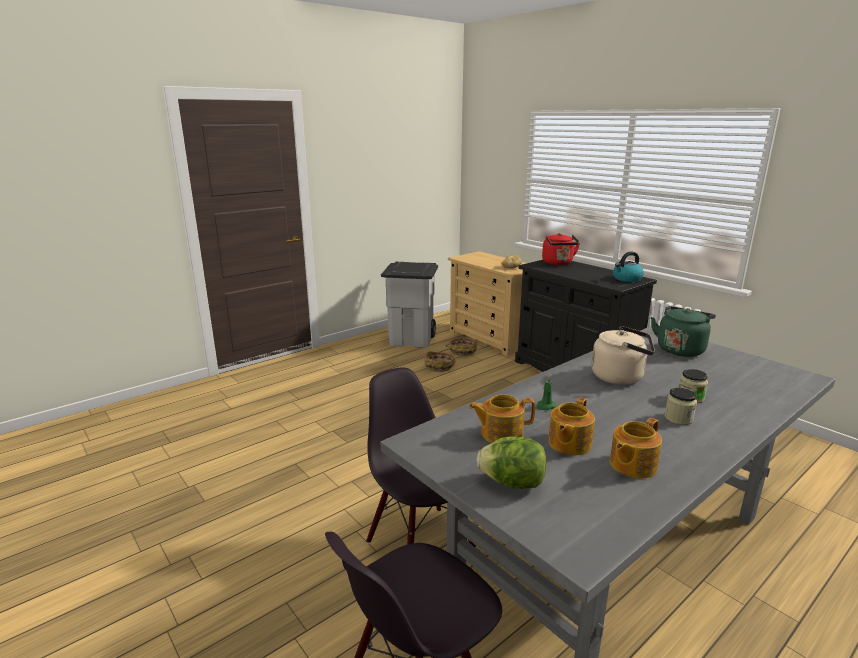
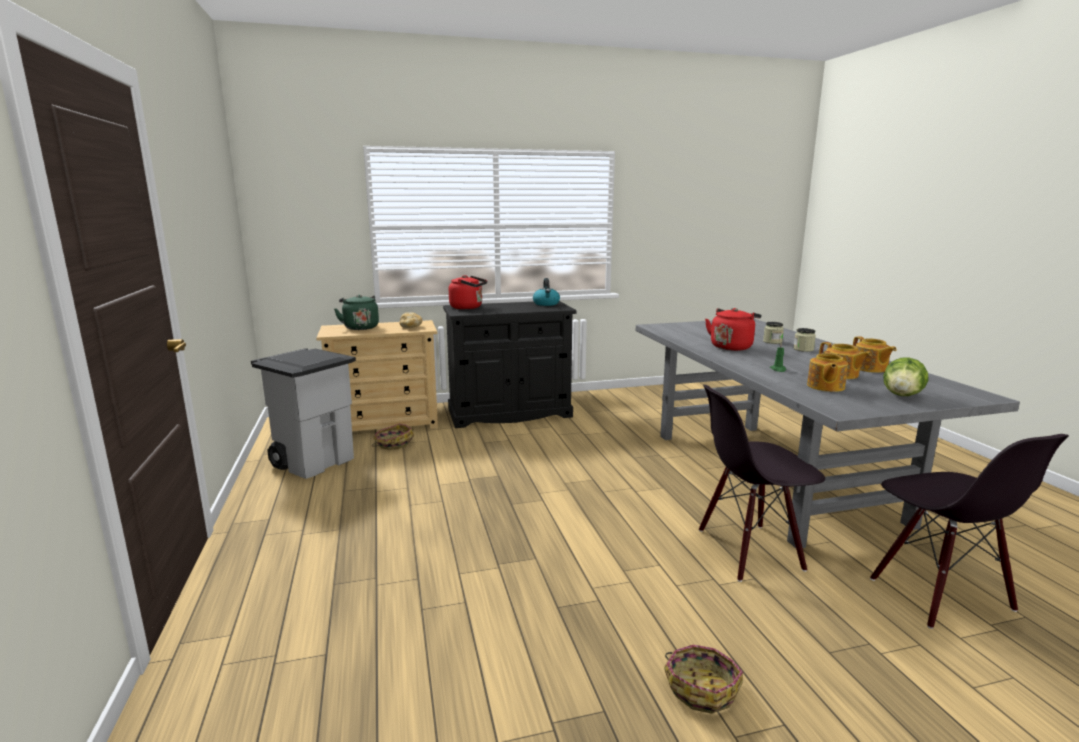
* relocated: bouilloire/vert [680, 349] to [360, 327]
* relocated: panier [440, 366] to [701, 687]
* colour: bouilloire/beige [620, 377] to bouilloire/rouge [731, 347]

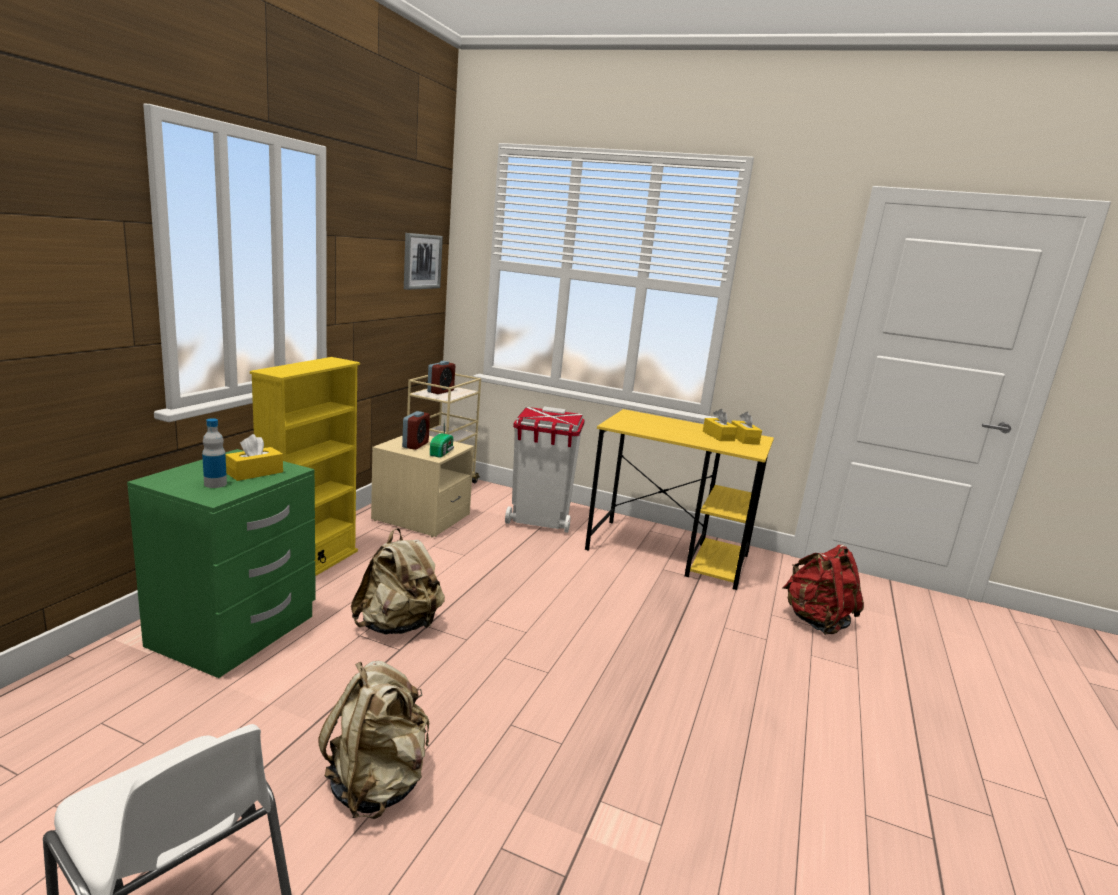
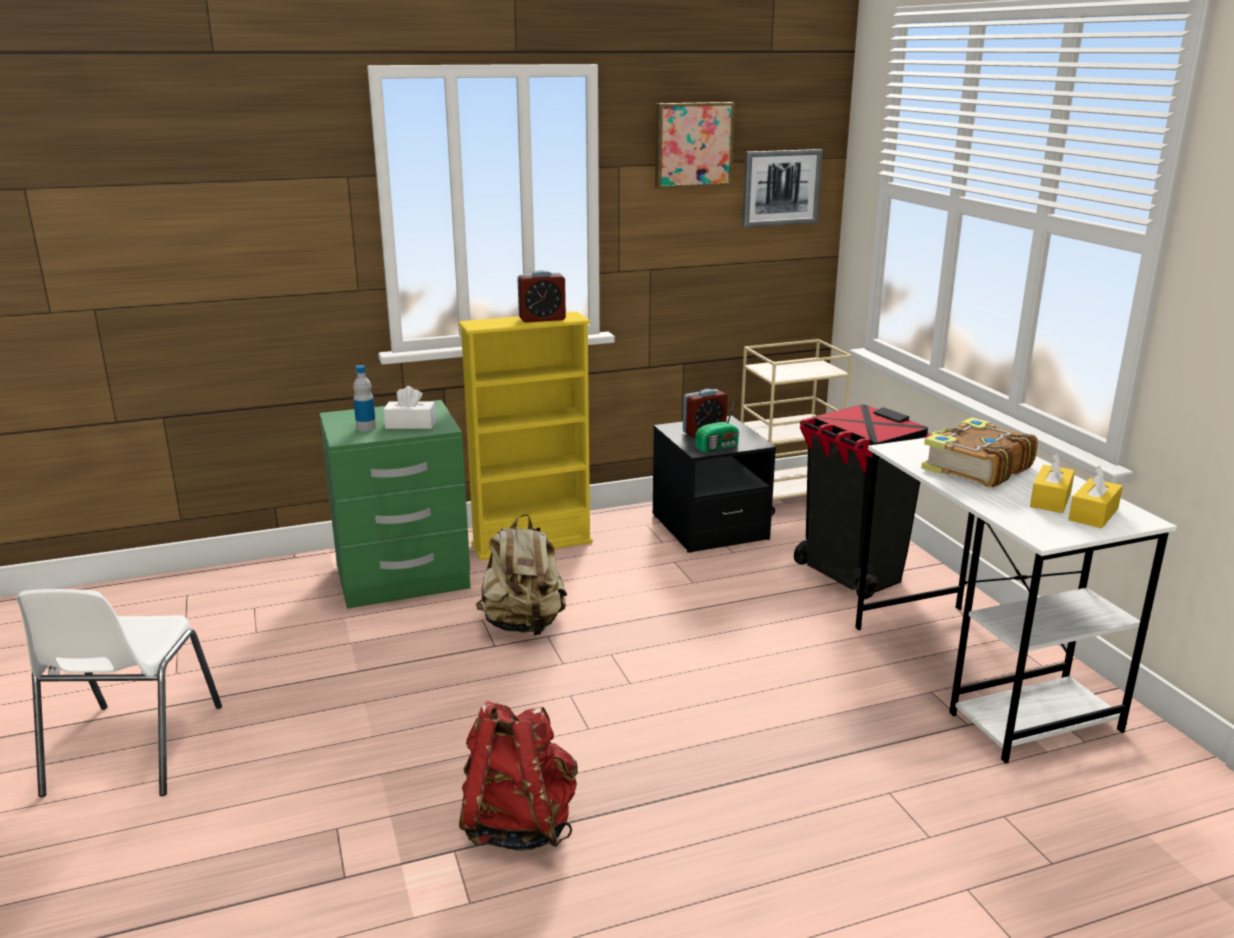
* colour: boîte à mouchoirs/jaune [255, 473] to boîte à mouchoirs/blanc [410, 424]
* relocated: sac à dos/rouge [816, 621] to [519, 825]
* relocated: réveil [440, 391] to [542, 319]
* colour: table de chevet/beige [421, 517] to table de chevet/noir [709, 527]
* appeared: tableau [692, 144]
* colour: poubelle/blanc [540, 521] to poubelle/noir [851, 575]
* colour: bureau/jaune [668, 553] to bureau/blanc [980, 676]
* appeared: livre [975, 468]
* missing: sac à dos/beige [377, 783]

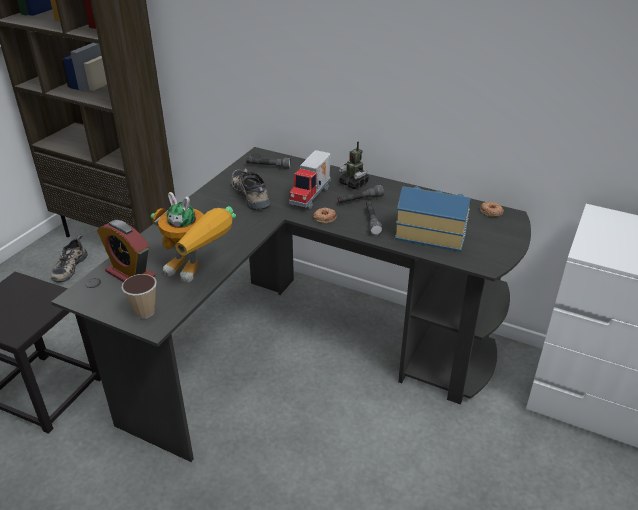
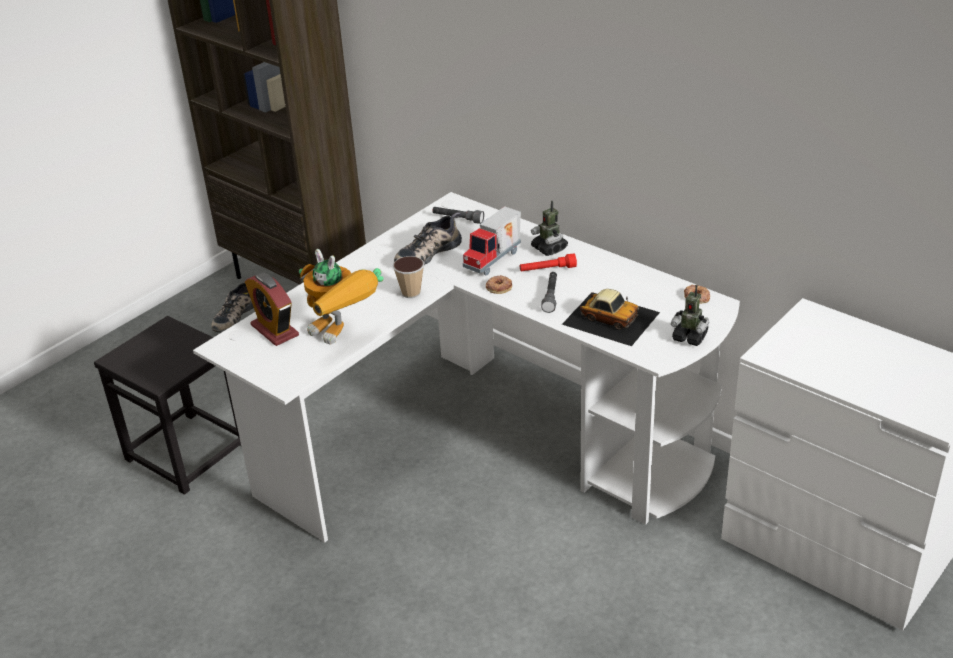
* colour: bureau/noir [306, 349] to bureau/blanc [483, 442]
* relocated: tasse [144, 312] to [411, 293]
* spun: chaussure [252, 194] = [427, 252] 120 degrees counterclockwise
* colour: lampe de poche/gris [359, 200] to lampe de poche/rouge [547, 270]
* exchanged: maison miniature [430, 234] to petite voiture [610, 318]
* appeared: robot jouet [690, 337]

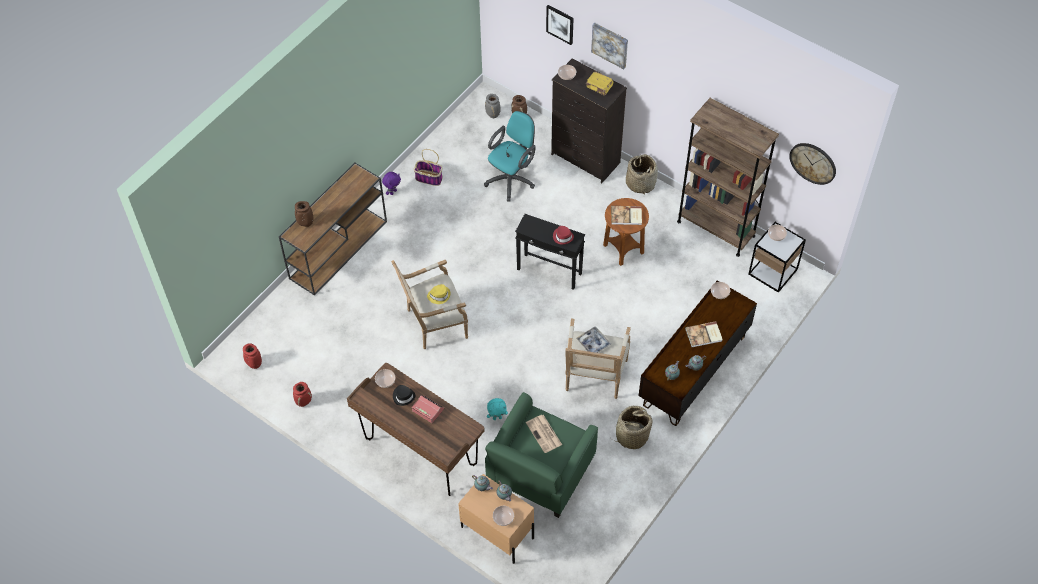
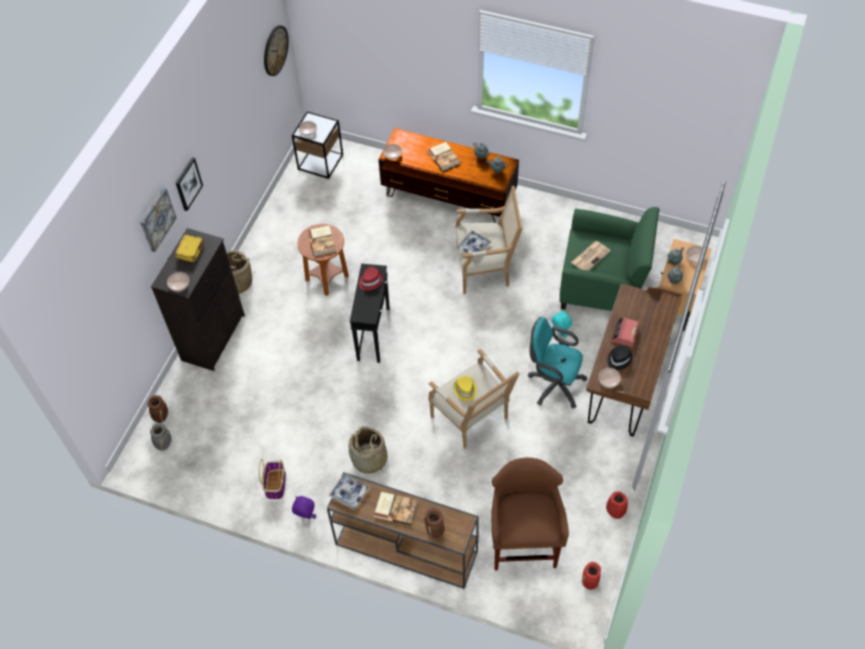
* relocated: tableau [560, 24] to [188, 183]
* appeared: plateau [350, 493]
* relocated: panier [631, 436] to [369, 459]
* appeared: livre [395, 508]
* appeared: tabouret/marron [523, 541]
* relocated: chaise de bureau/turquoise [512, 179] to [553, 384]
* missing: bibliothèque/marron [716, 228]

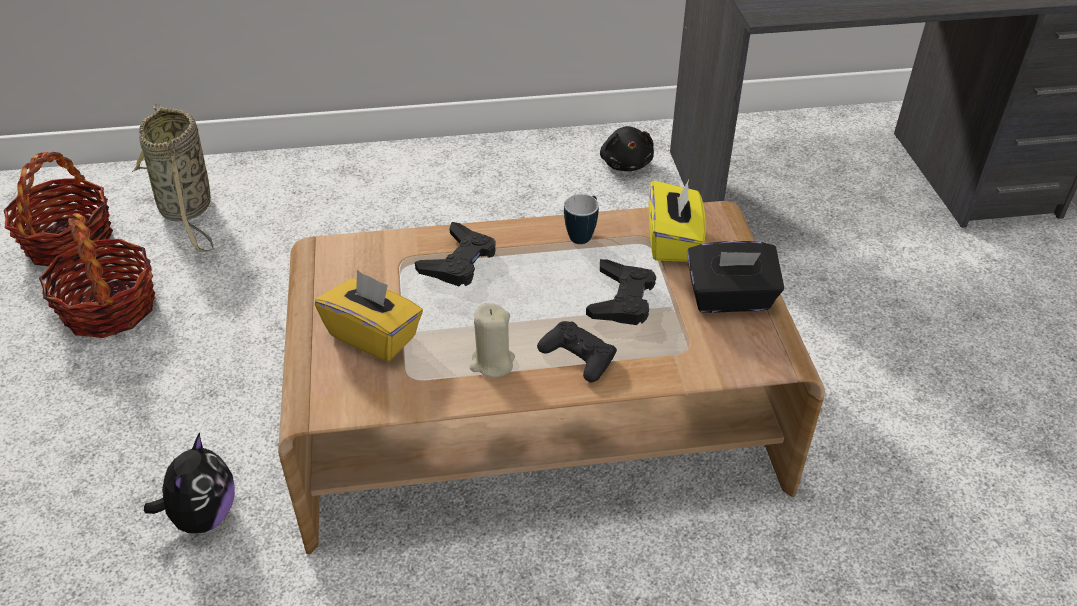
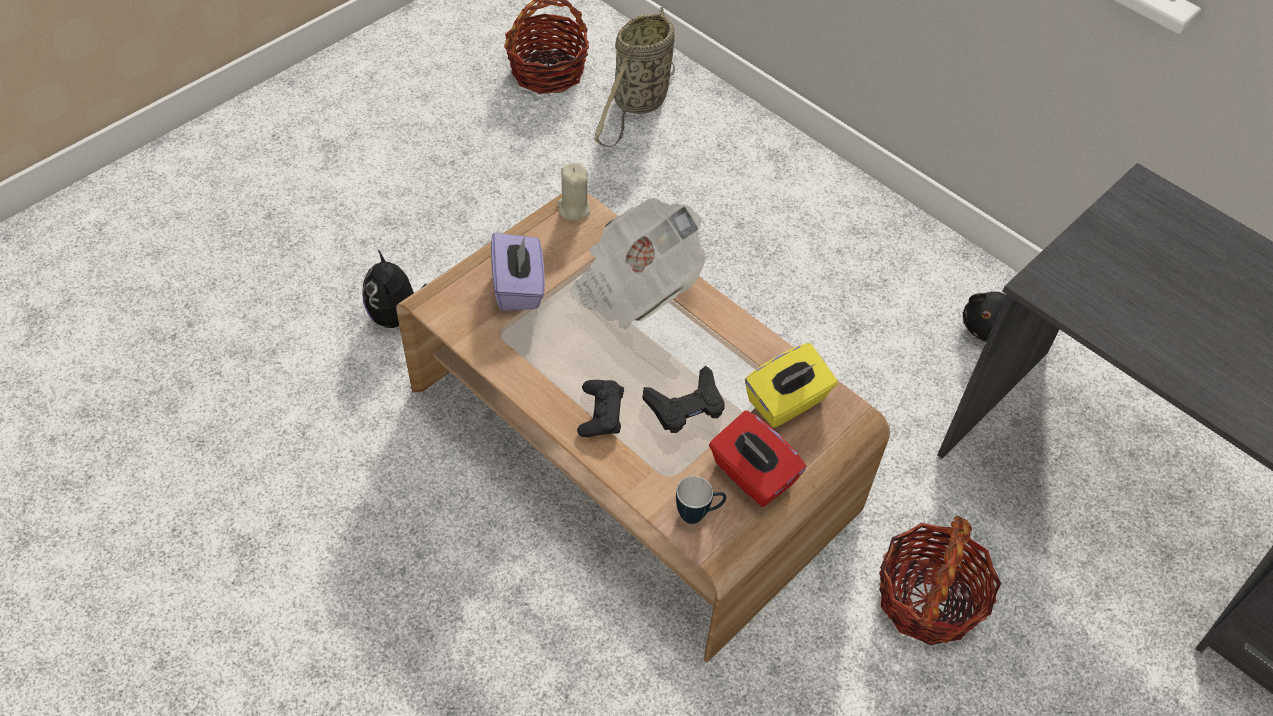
* spun: peluche [203, 515] = [396, 316] 105 degrees clockwise
* colour: boîte à mouchoirs/jaune [374, 336] to boîte à mouchoirs/violet [519, 287]
* relocated: bougie/beige [492, 363] to [573, 209]
* exchanged: manette/noir [459, 261] to journal [635, 286]
* relocated: mug [583, 235] to [698, 514]
* colour: boîte à mouchoirs/noir [730, 299] to boîte à mouchoirs/rouge [752, 475]
* relocated: panier [110, 308] to [928, 600]

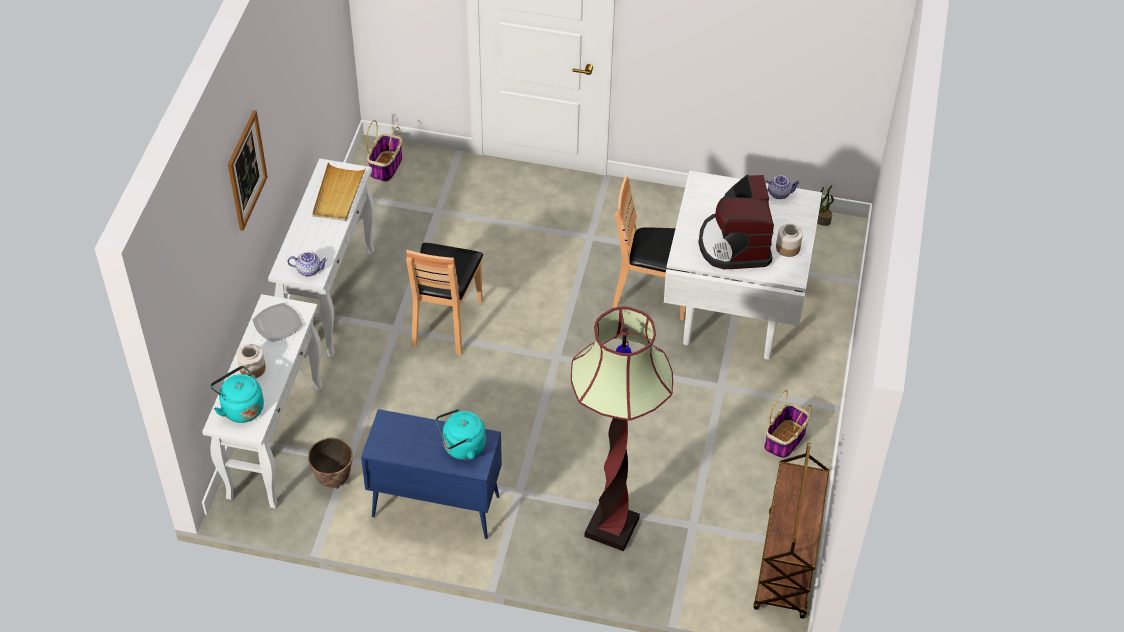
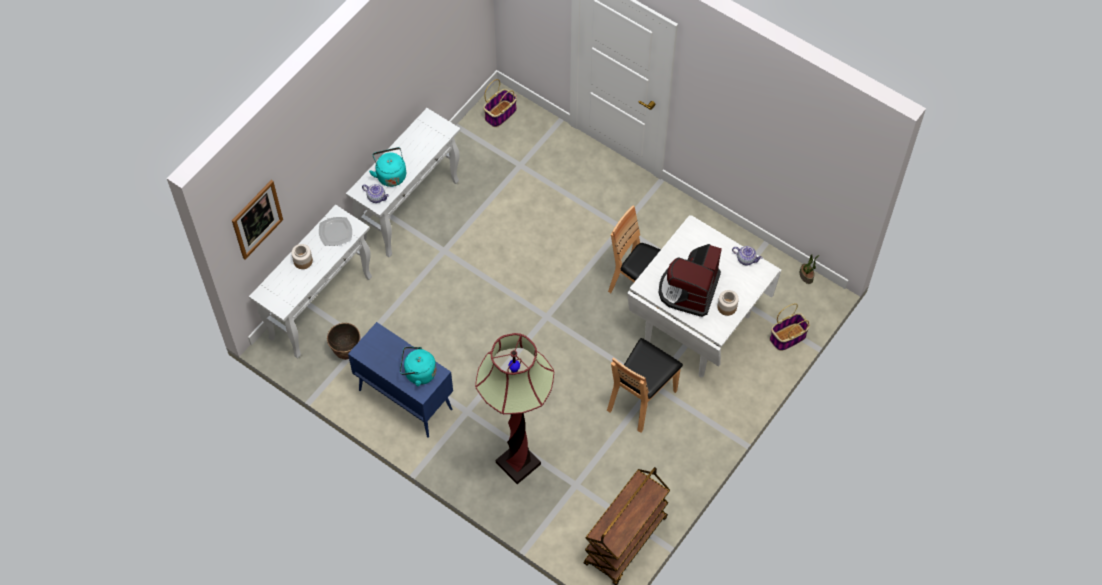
* relocated: tableau [246, 170] to [257, 219]
* relocated: bouilloire/turquoise [241, 407] to [390, 174]
* relocated: chaise/marron [445, 322] to [641, 399]
* relocated: panier [784, 440] to [787, 337]
* missing: plateau/beige [338, 194]

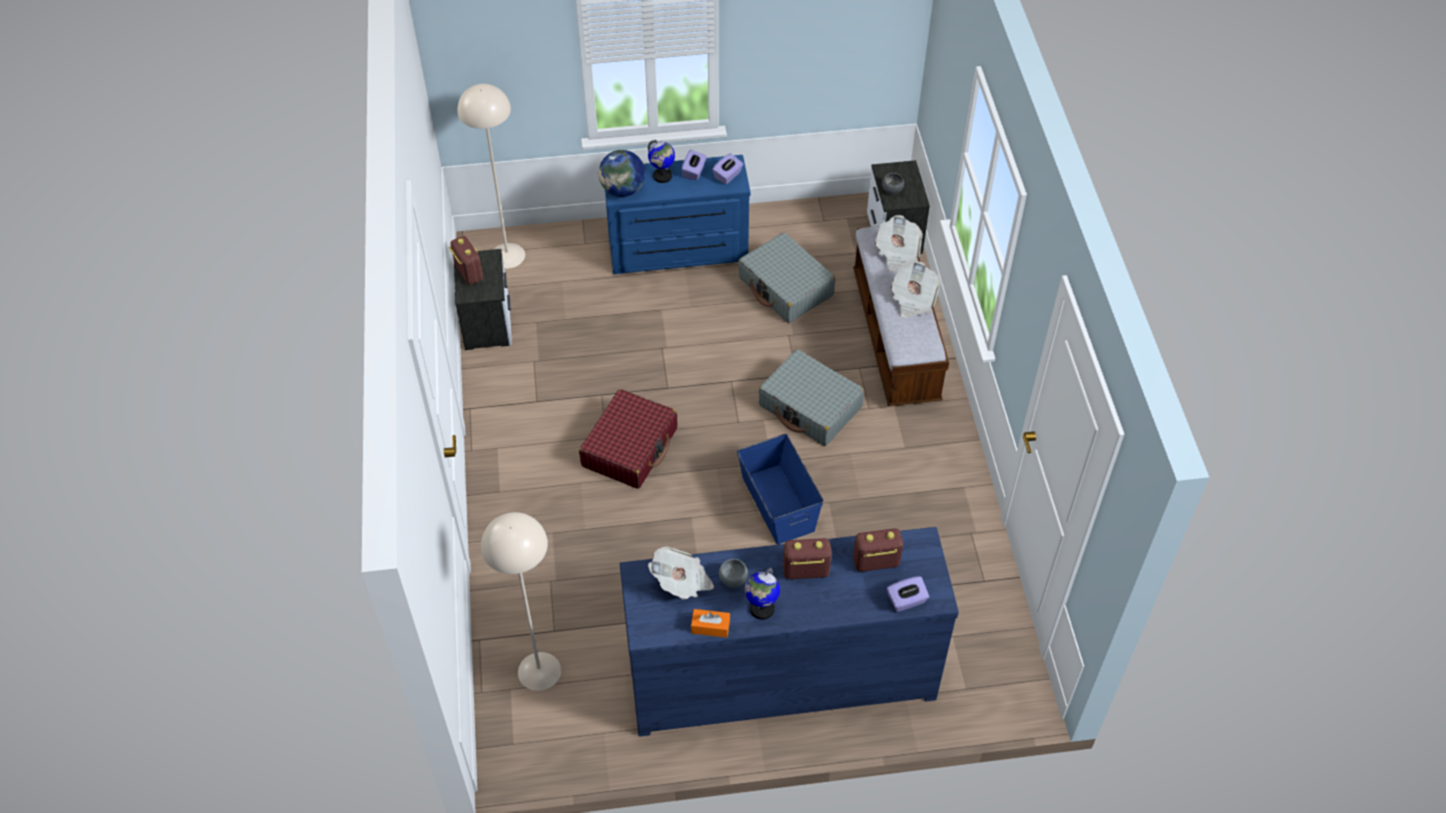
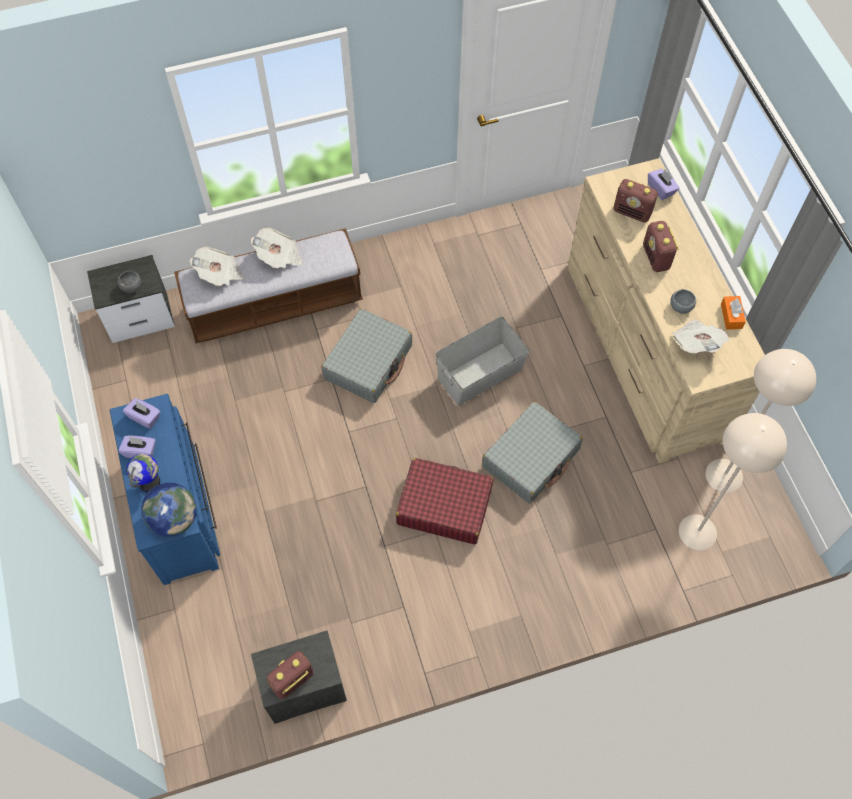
* colour: boîte de rangement/bleu [777, 504] to boîte de rangement/gris [481, 374]
* relocated: valise/gris [786, 287] to [531, 458]
* colour: commode/bleu [780, 674] to commode/beige [644, 350]
* spun: radio [875, 562] = [632, 212] 45 degrees counterclockwise
* relocated: lampadaire/beige [507, 255] to [723, 475]
* missing: globe [761, 609]

